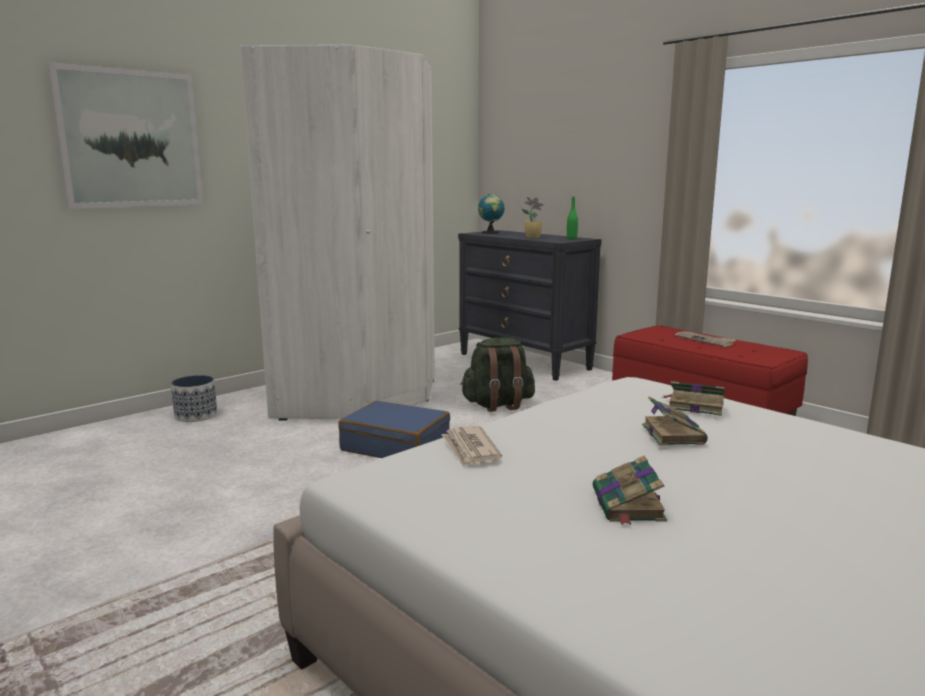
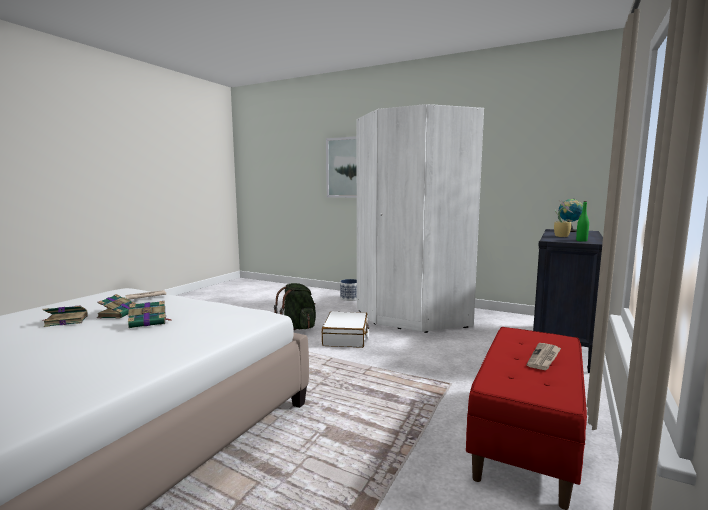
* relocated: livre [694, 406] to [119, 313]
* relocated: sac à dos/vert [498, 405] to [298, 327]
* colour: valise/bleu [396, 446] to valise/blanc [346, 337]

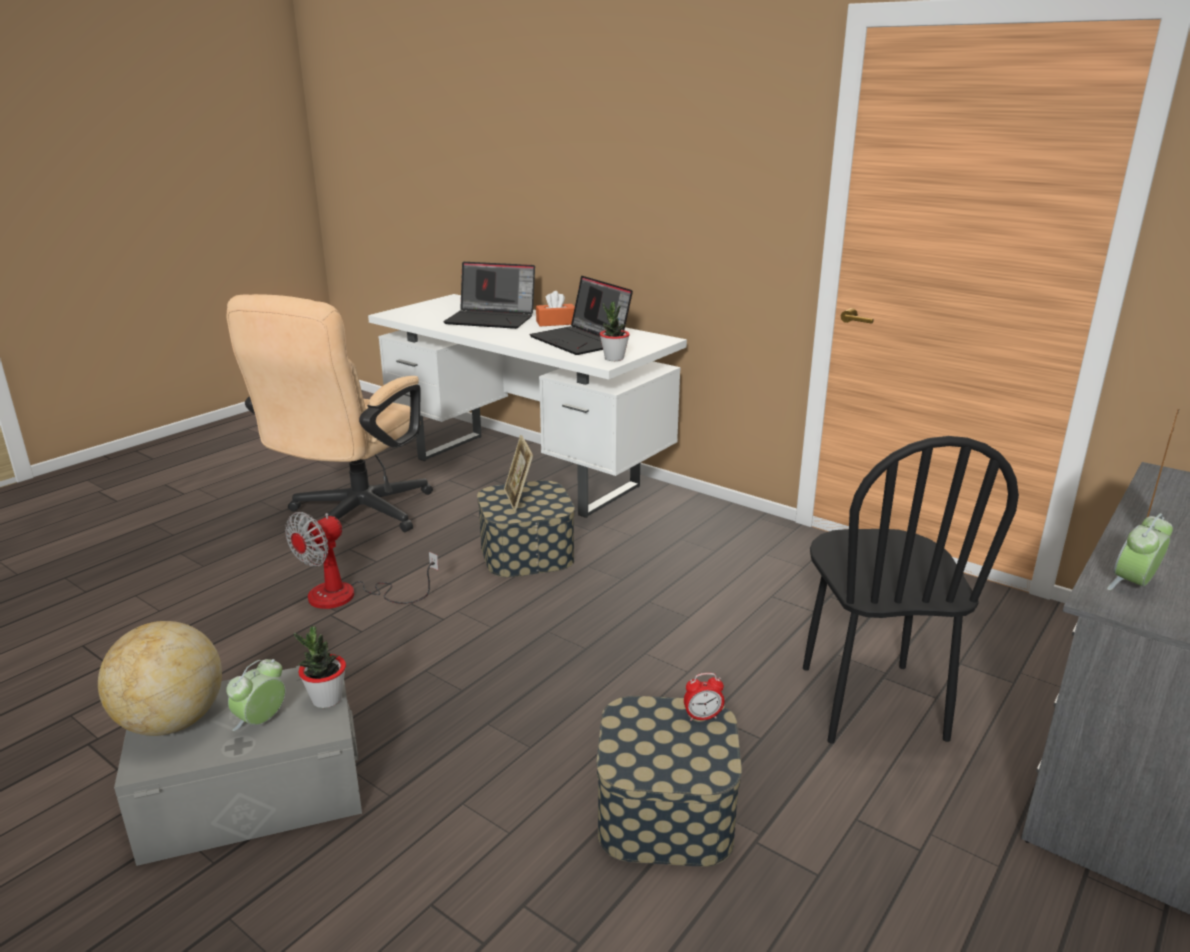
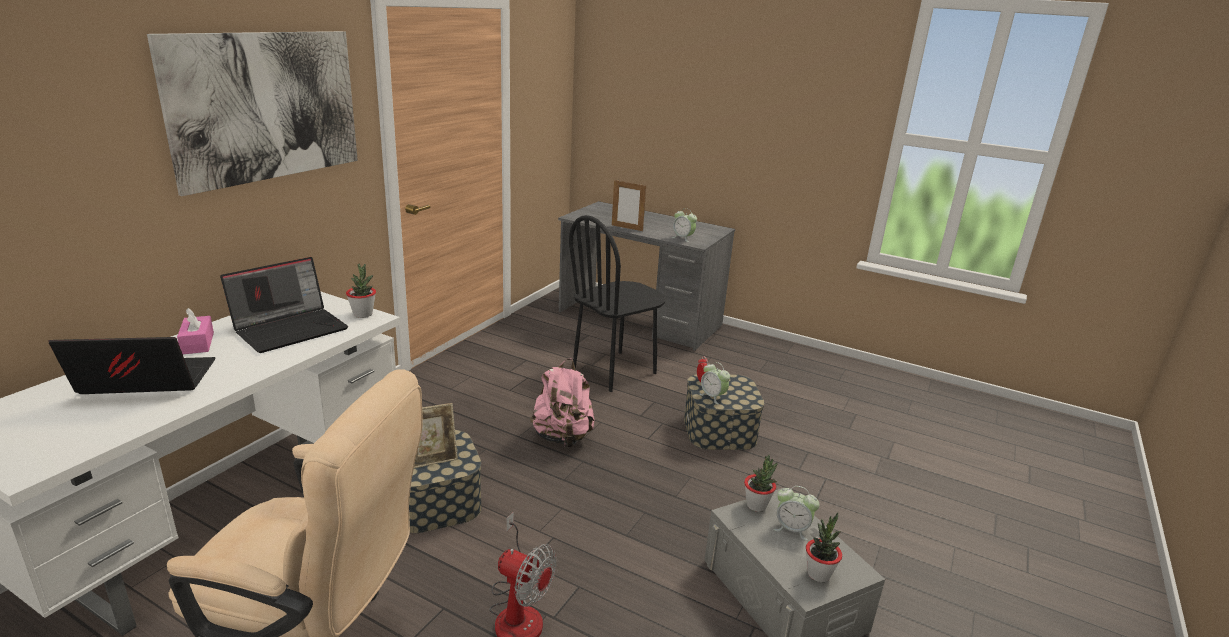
* spun: ordinateur portable [492, 319] = [144, 382] 105 degrees counterclockwise
* appeared: tableau [266, 106]
* colour: boîte à mouchoirs/orange [556, 323] to boîte à mouchoirs/rose [197, 343]
* appeared: sac à dos/rose [563, 437]
* spun: chaise/noir [870, 702] = [614, 370] 150 degrees clockwise
* appeared: réveil [713, 397]
* exchanged: globe [171, 722] to plante en pot [818, 574]

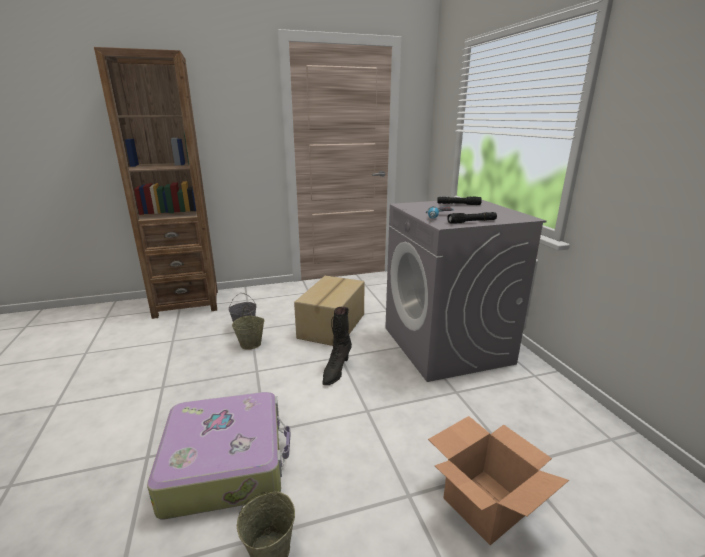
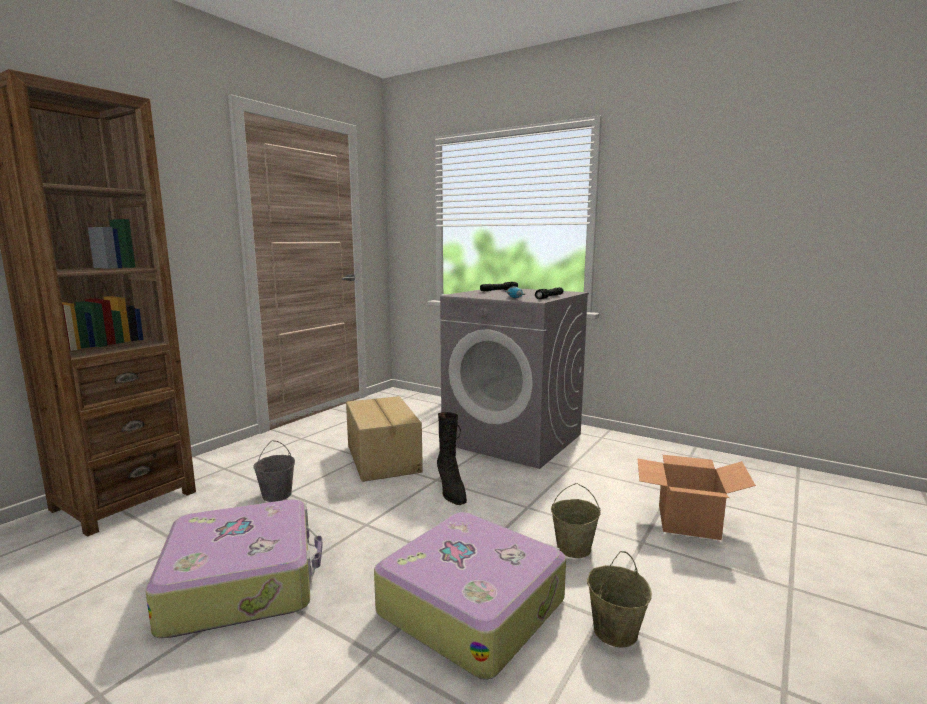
* appeared: valise [243, 581]
* relocated: seau/beige [251, 344] to [574, 548]

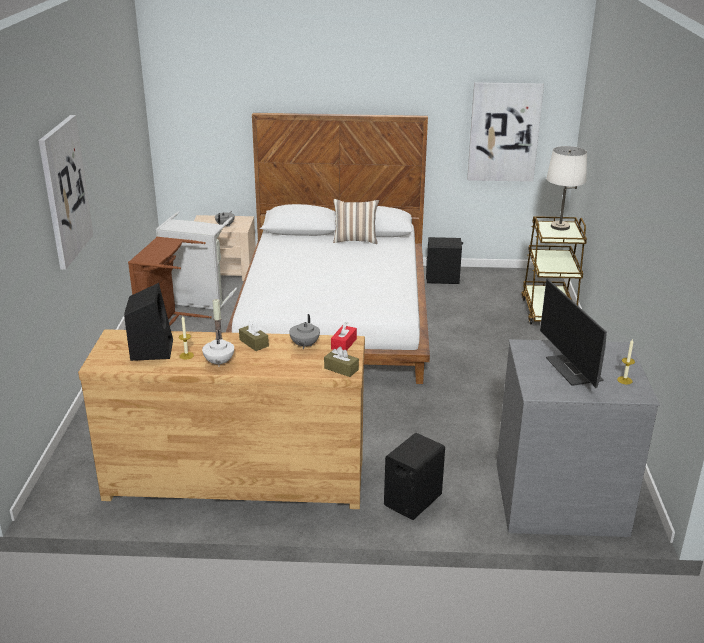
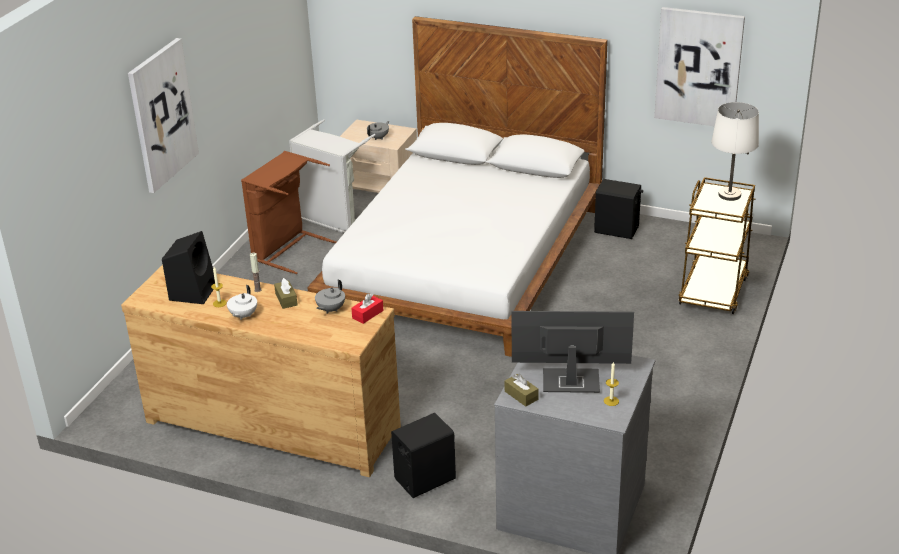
* relocated: boîte à mouchoirs/marron [341, 369] to [521, 395]
* spun: écran d'ordinateur [574, 370] = [569, 382] 90 degrees clockwise
* missing: coussin [355, 240]

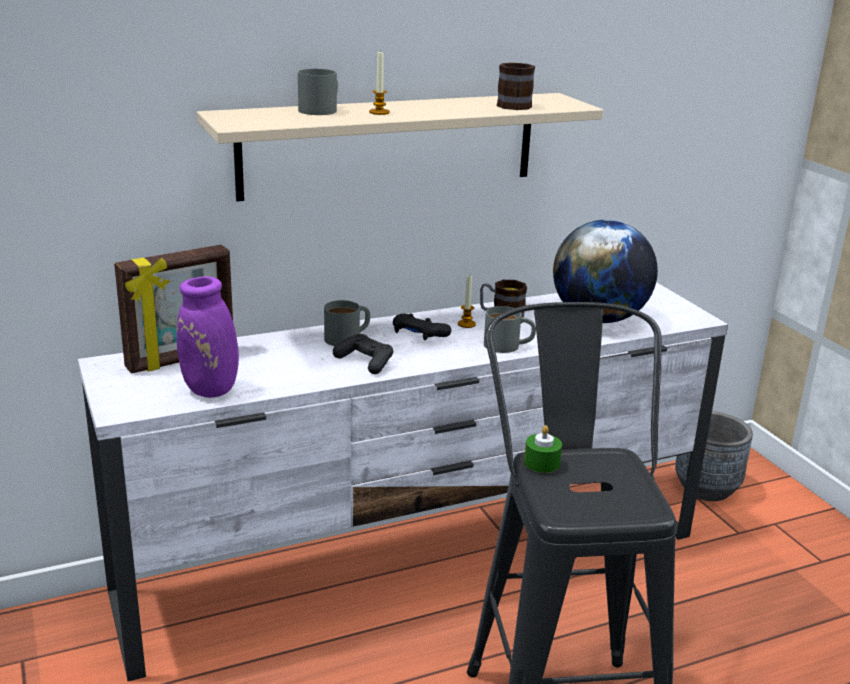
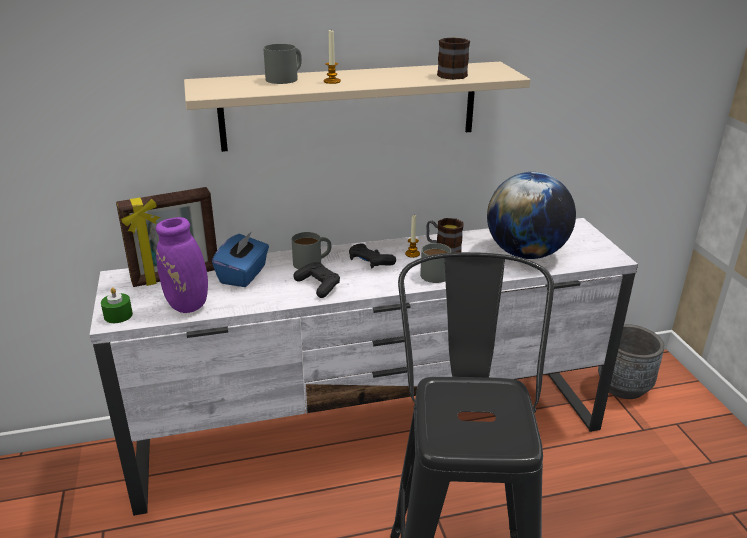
* relocated: bougie/vert [542, 463] to [118, 315]
* appeared: boîte à mouchoirs/bleu [243, 275]

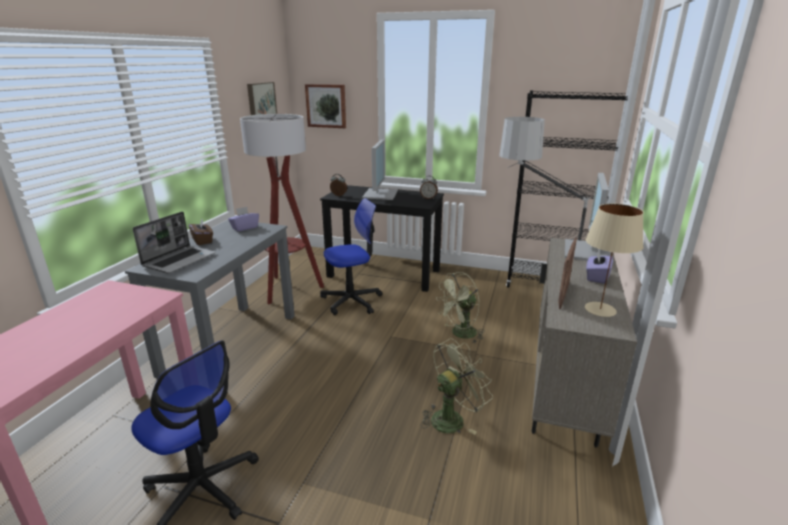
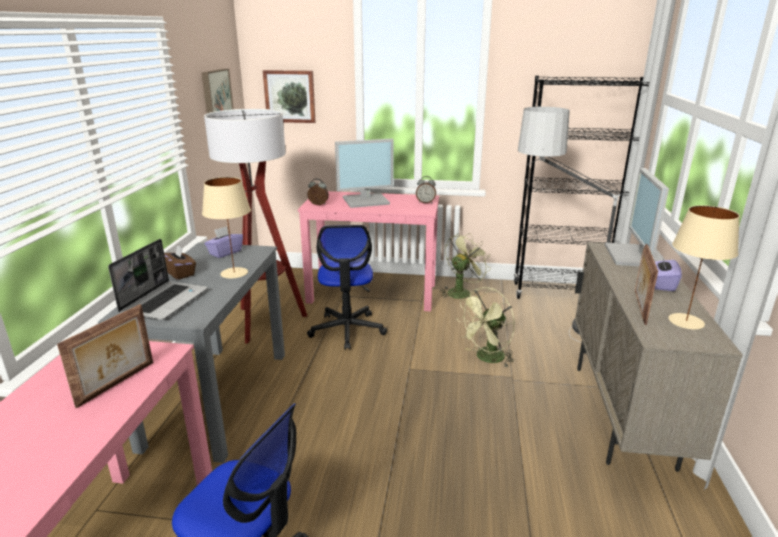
* appeared: cadre photo [117, 384]
* appeared: lampe de table/beige [234, 273]
* colour: bureau/noir [384, 273] to bureau/rose [373, 293]
* spun: chaise de bureau [352, 301] = [347, 330] 120 degrees clockwise
* spun: écran d'ordinateur [380, 194] = [366, 200] 75 degrees clockwise
* relocated: ventilateur/vert [452, 418] to [461, 292]

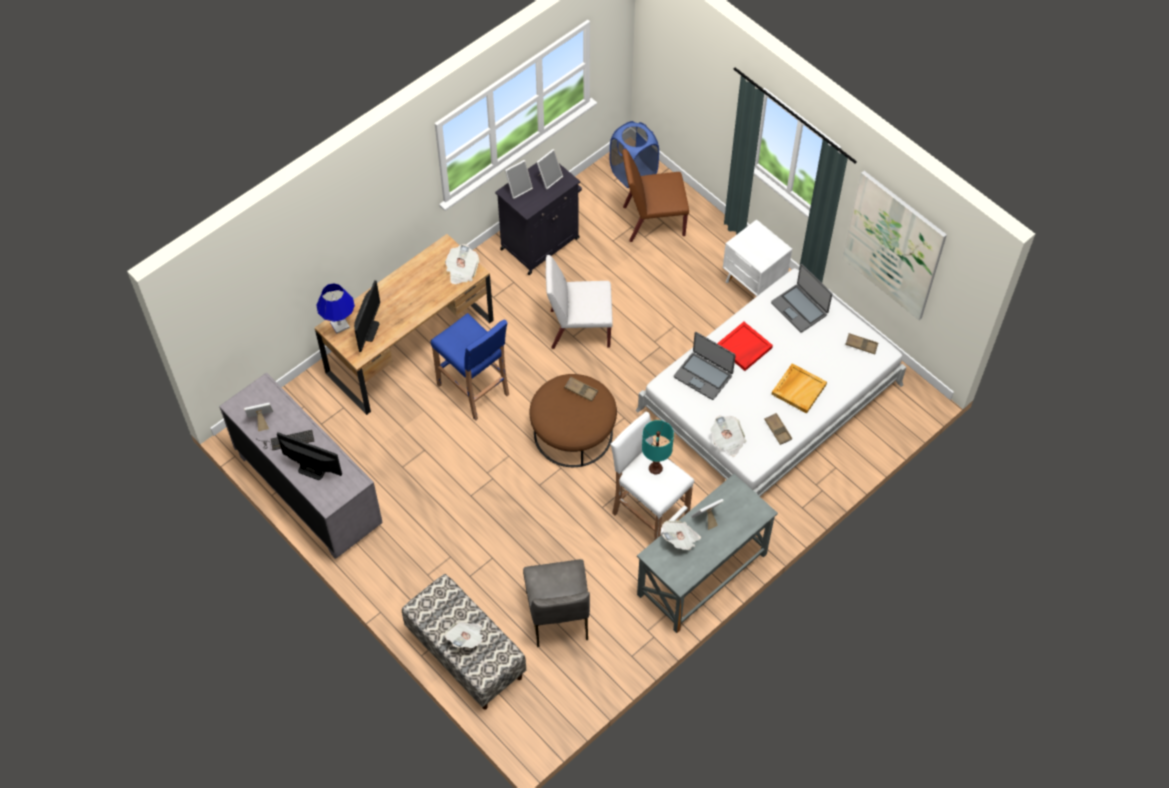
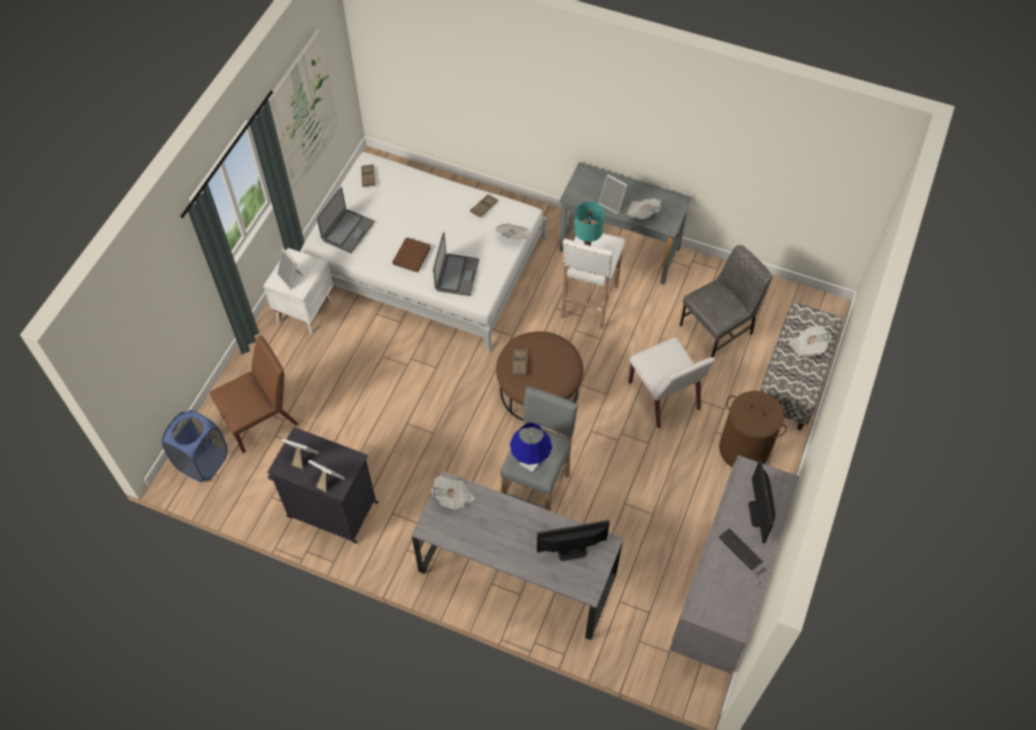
* spun: chaise/marron [653, 221] = [261, 420] 90 degrees counterclockwise
* relocated: cadre photo [261, 420] to [291, 278]
* exchanged: plateau/rouge [744, 348] to livre/marron [411, 256]
* colour: bureau/marron [410, 347] to bureau/gris [517, 573]
* colour: tabouret/bleu [474, 390] to tabouret/gris [537, 490]
* relocated: lampe de table/bleu [339, 325] to [530, 463]
* relocated: chaise/blanc [579, 328] to [664, 396]
* appeared: panier à linge/marron [744, 449]
* missing: plateau/beige [798, 389]

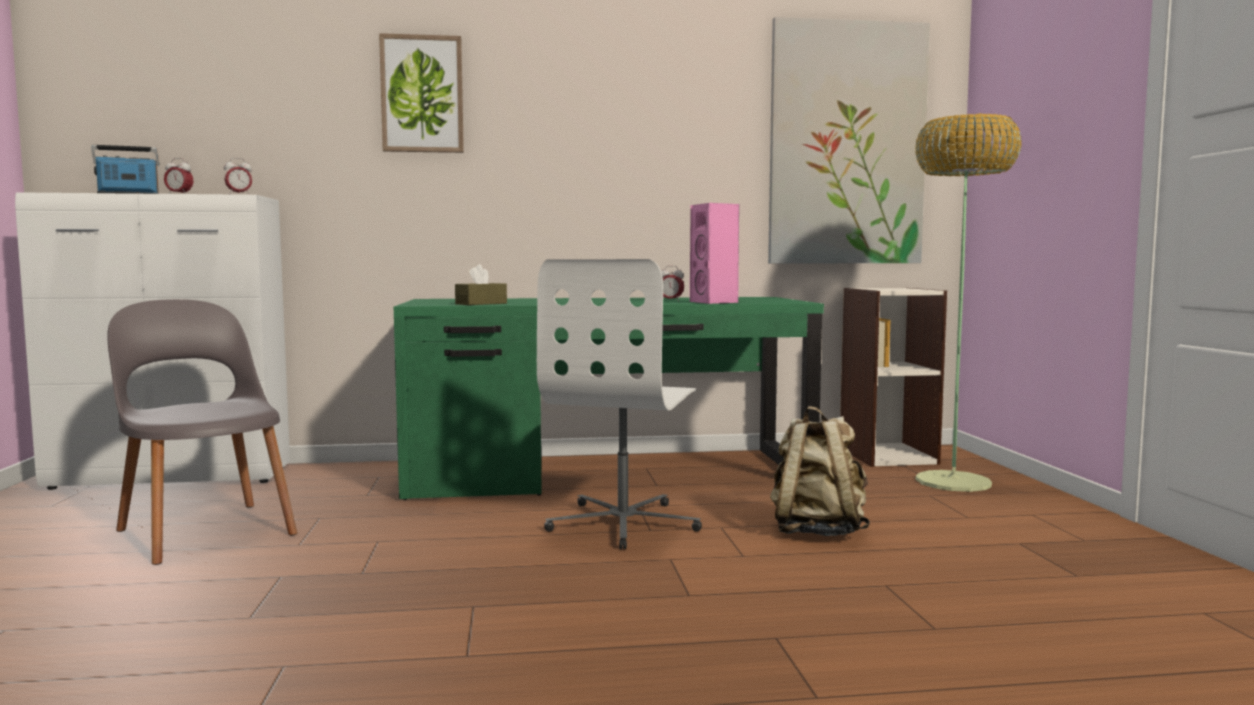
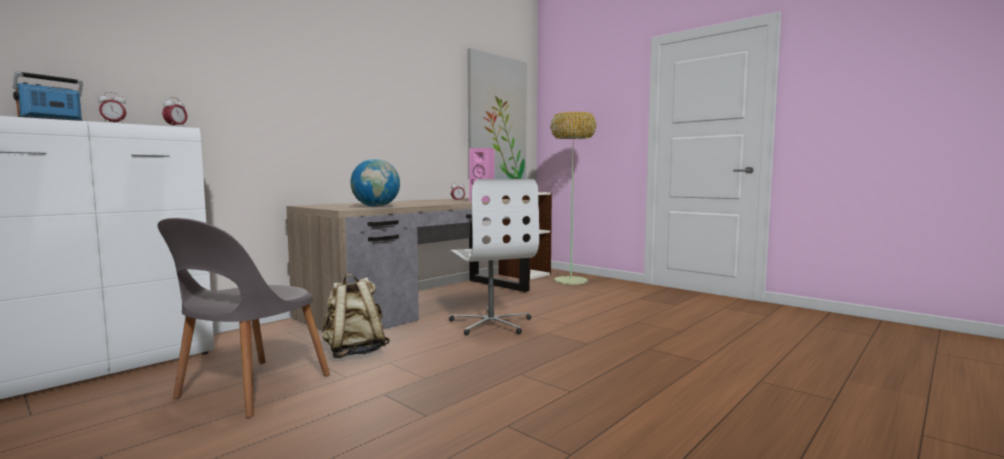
* spun: chaise/gris [205, 530] = [250, 389] 75 degrees counterclockwise
* colour: bureau/vert [607, 473] to bureau/marron [423, 304]
* relocated: sac à dos/beige [817, 531] to [354, 352]
* exchanged: boîte à mouchoirs/marron [481, 304] to globe [376, 206]
* missing: tableau [422, 94]

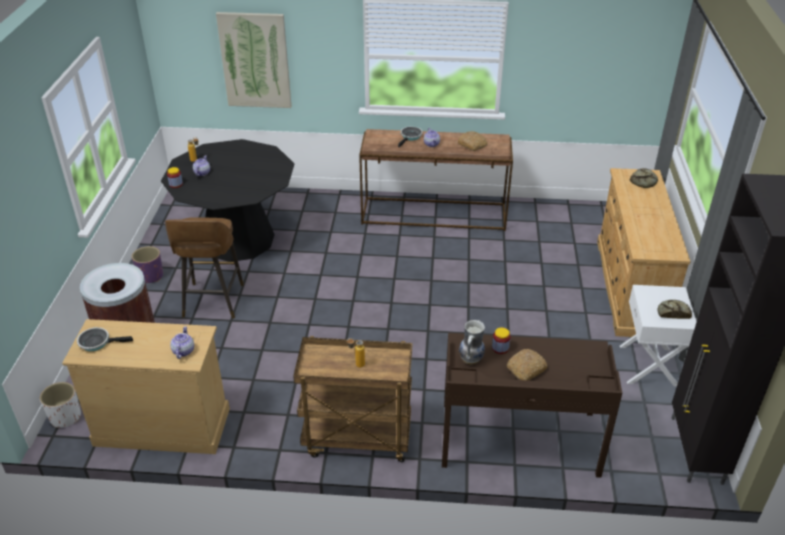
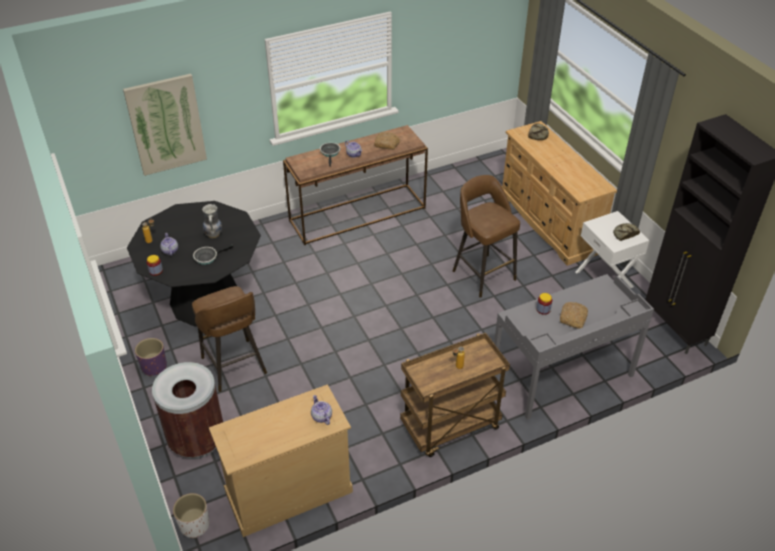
* relocated: poêle [97, 342] to [208, 257]
* relocated: vase [471, 359] to [214, 234]
* appeared: tabouret/marron [482, 274]
* colour: bureau/marron [519, 439] to bureau/gris [562, 373]

